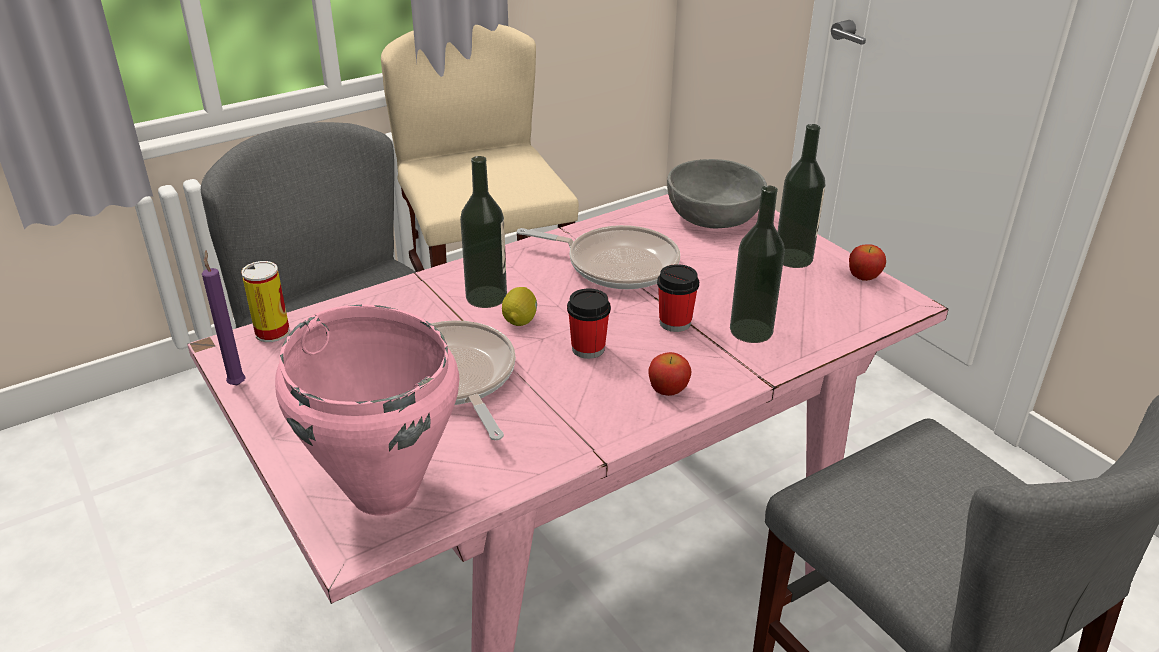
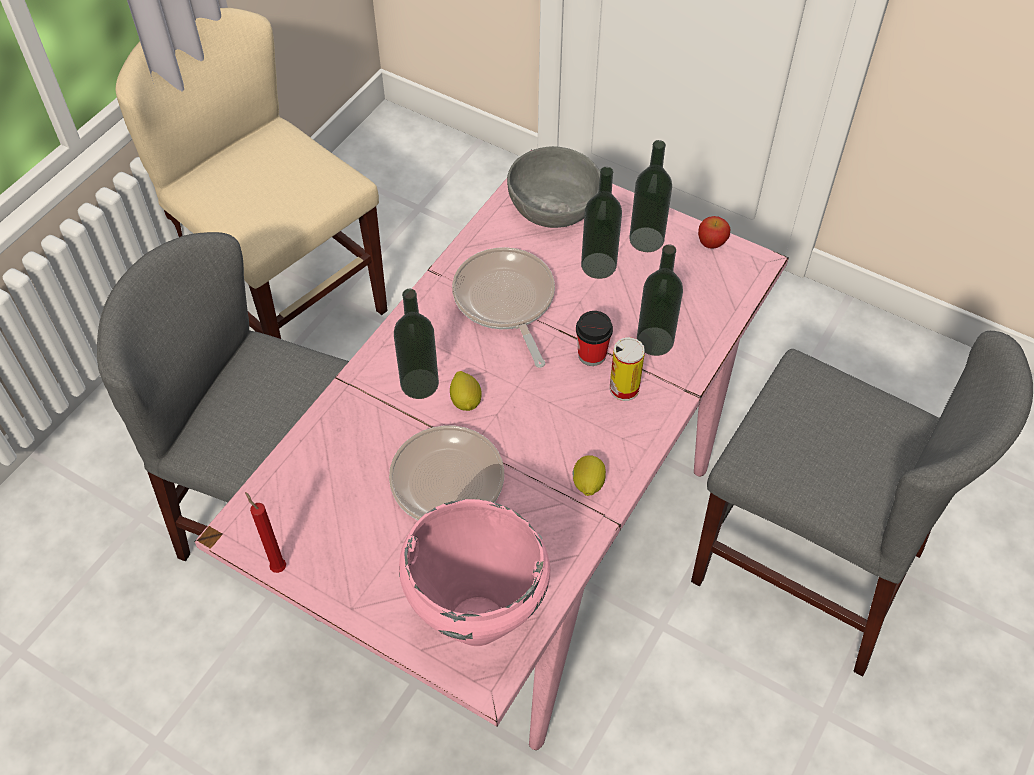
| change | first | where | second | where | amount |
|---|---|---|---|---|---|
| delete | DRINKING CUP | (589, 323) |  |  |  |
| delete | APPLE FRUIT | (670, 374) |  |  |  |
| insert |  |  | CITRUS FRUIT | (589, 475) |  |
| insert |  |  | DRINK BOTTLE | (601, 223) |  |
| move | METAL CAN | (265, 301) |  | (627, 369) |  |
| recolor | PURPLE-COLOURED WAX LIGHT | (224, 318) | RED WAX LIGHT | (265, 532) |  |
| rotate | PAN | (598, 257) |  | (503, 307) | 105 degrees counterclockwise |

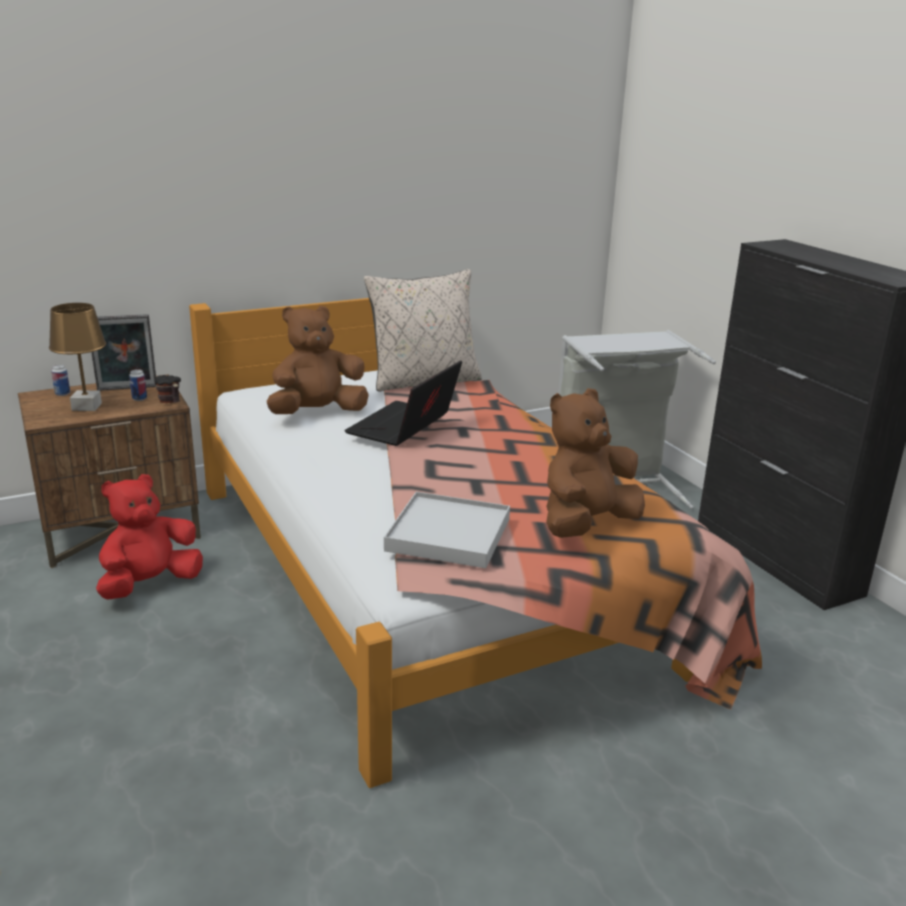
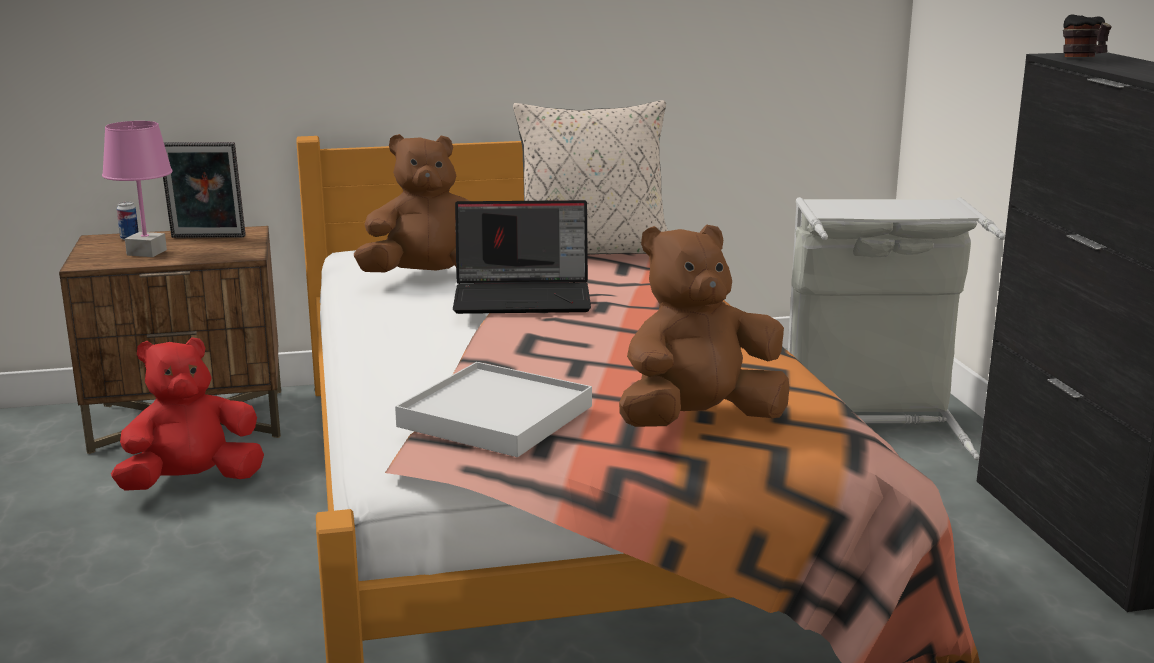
| change | first | where | second | where | amount |
|---|---|---|---|---|---|
| delete | METAL CAN | (138, 385) |  |  |  |
| move | MUG | (168, 389) |  | (1087, 36) |  |
| recolor | BROWNISH LAMP FOR A TABLE | (77, 357) | PINK LAMP FOR A TABLE | (137, 189) |  |
| rotate | PORTABLE COMPUTER | (403, 403) |  | (522, 257) | 135 degrees counterclockwise |

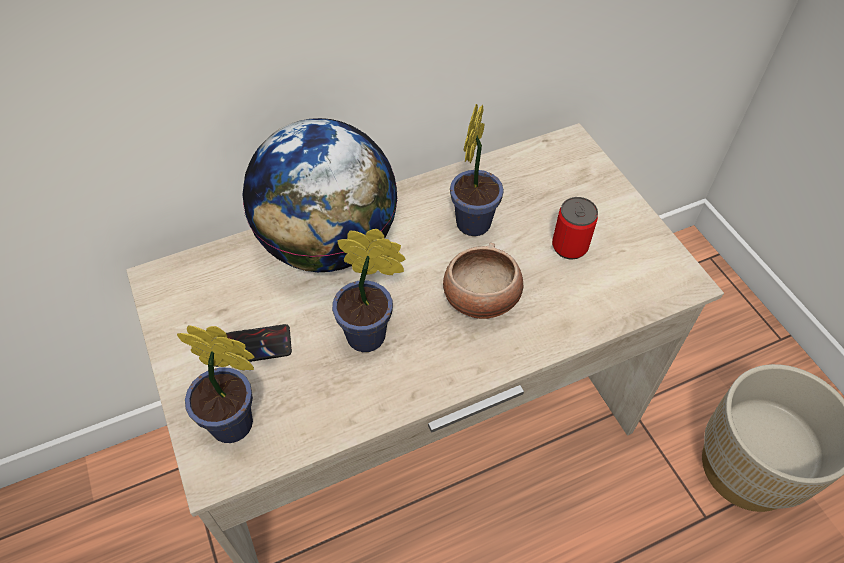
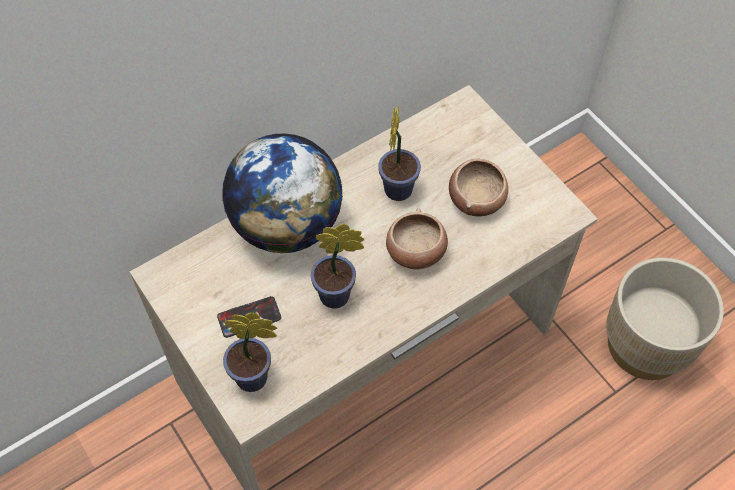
| change | first | where | second | where | amount |
|---|---|---|---|---|---|
| replace | METAL CAN | (575, 228) | SERVING BOWL | (478, 188) |  |

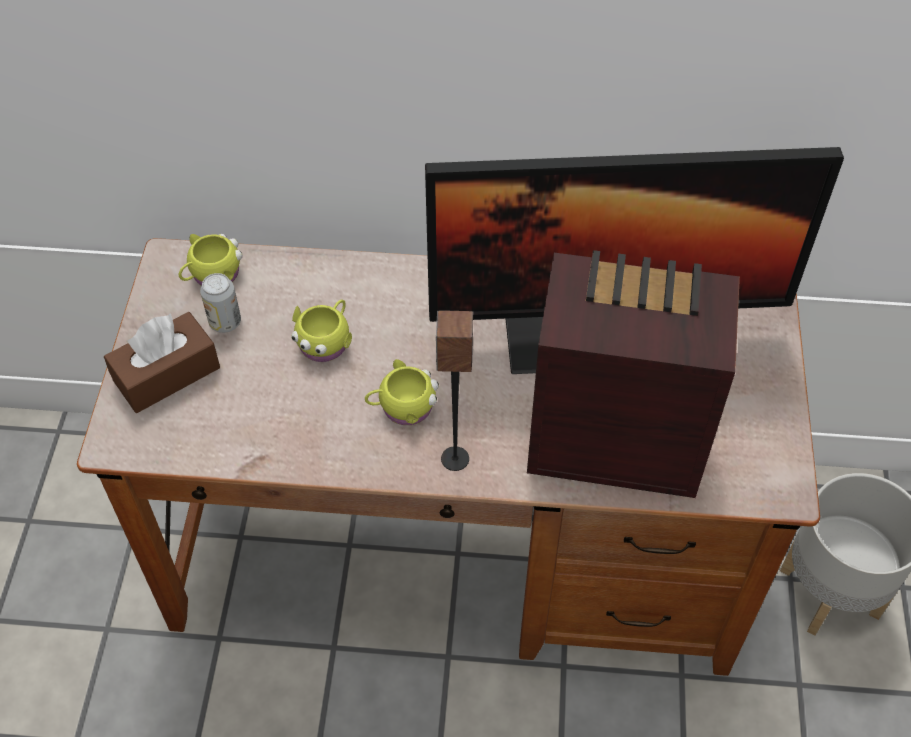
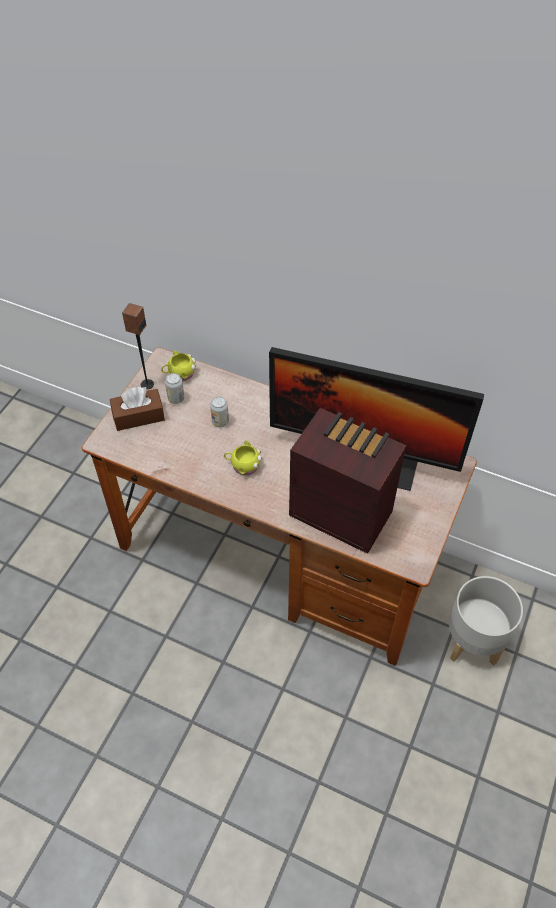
| change | first | where | second | where | amount |
|---|---|---|---|---|---|
| move | AUDIO SPEAKER | (454, 390) |  | (138, 346) |  |
| replace | YELLOW MUG | (321, 331) | METAL CAN | (219, 411) |  |

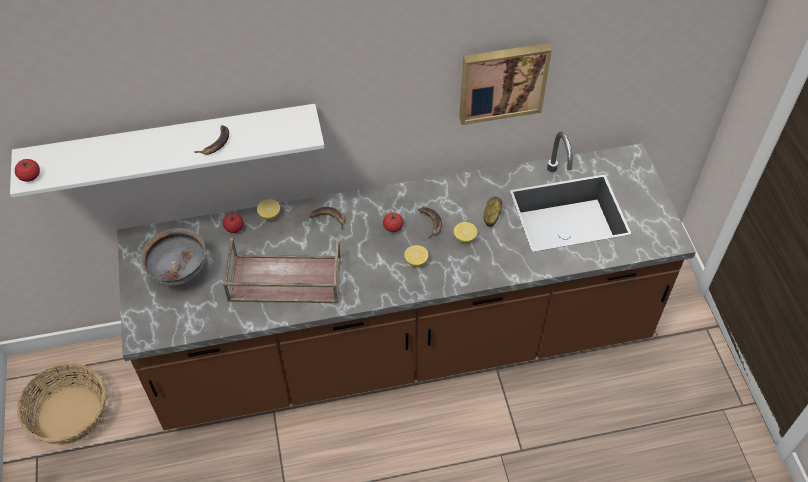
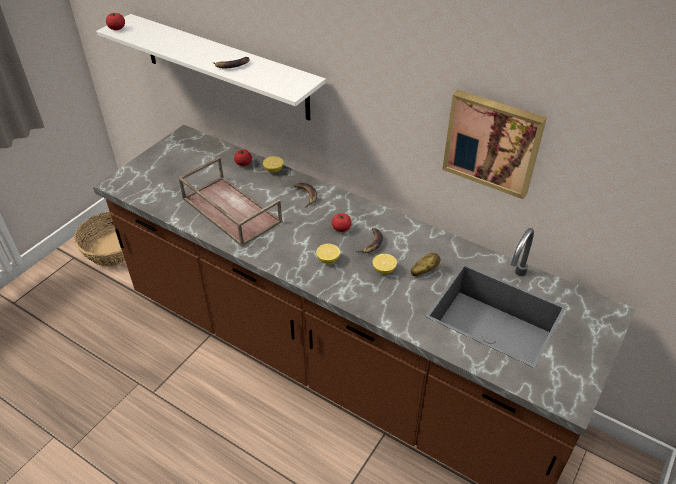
| change | first | where | second | where | amount |
|---|---|---|---|---|---|
| delete | GRAY SERVING BOWL | (173, 257) |  |  |  |

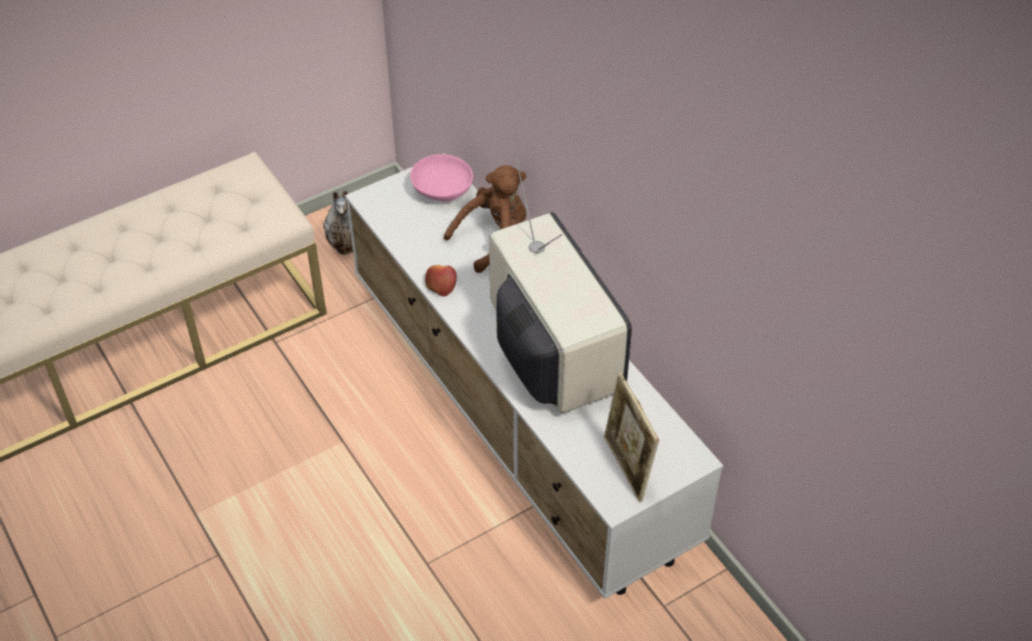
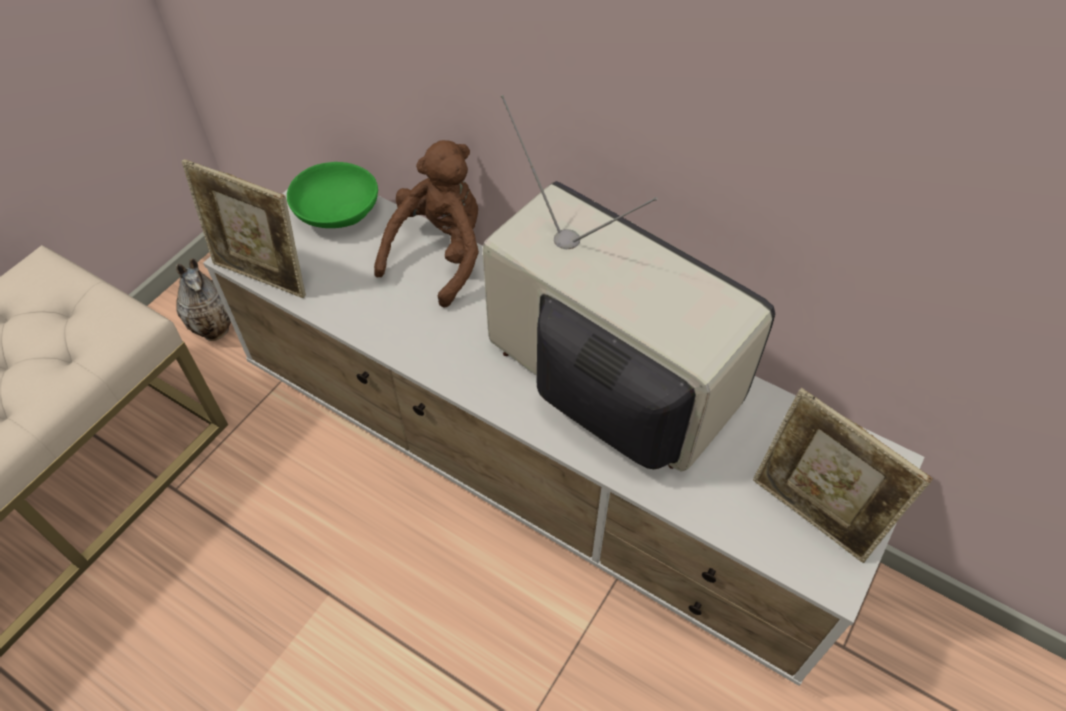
| change | first | where | second | where | amount |
|---|---|---|---|---|---|
| delete | APPLE FRUIT | (441, 281) |  |  |  |
| insert |  |  | PICTURE FRAME | (243, 228) |  |
| recolor | PINK SERVING BOWL | (441, 177) | GREEN SERVING BOWL | (332, 195) |  |

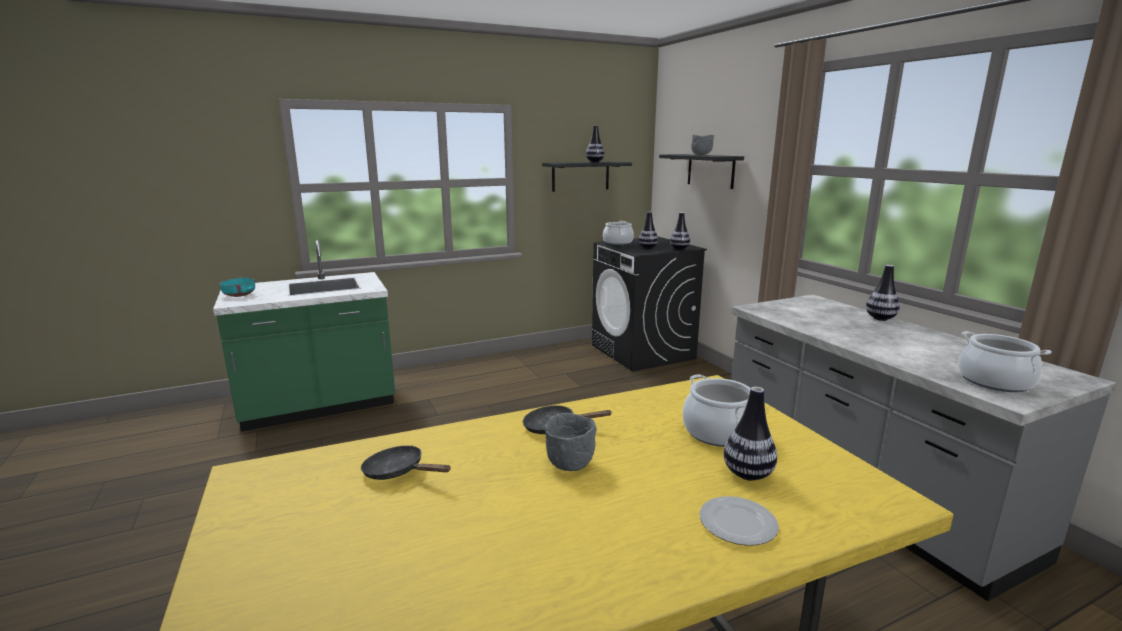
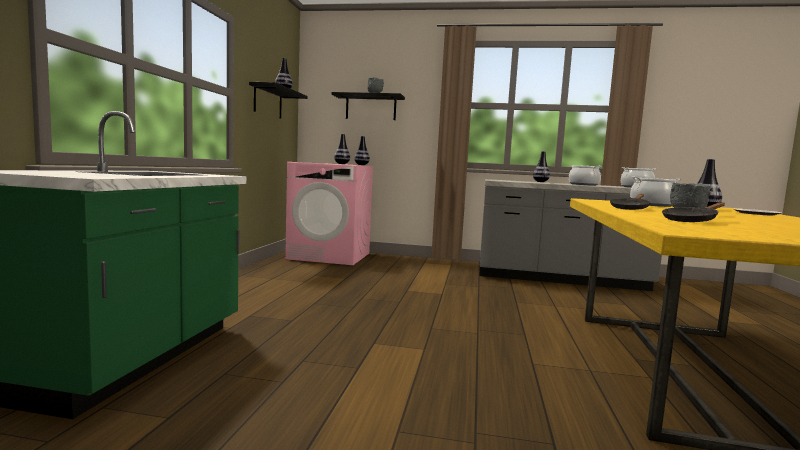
| change | first | where | second | where | amount |
|---|---|---|---|---|---|
| delete | BLUE-GREEN SERVING BOWL | (237, 287) |  |  |  |
| move | SAUCEPOT | (618, 233) |  | (585, 175) |  |
| recolor | BLACKISH LAUNDRY MACHINE | (649, 304) | PINK LAUNDRY MACHINE | (329, 213) |  |

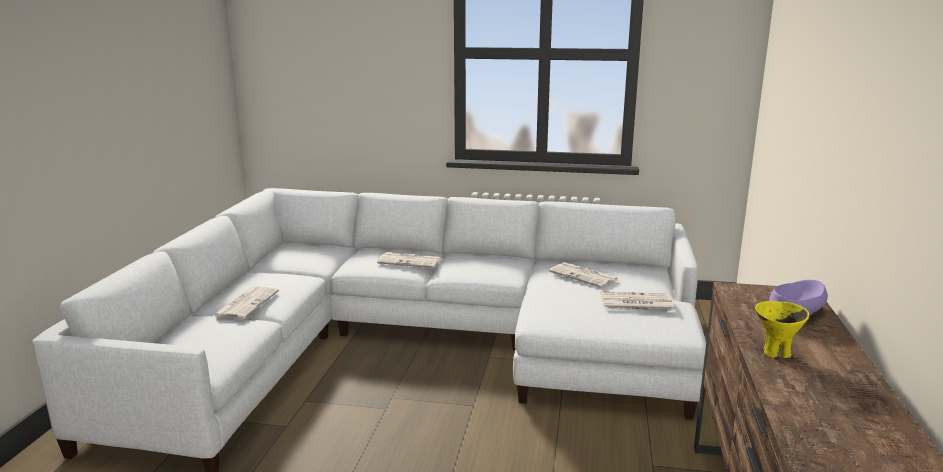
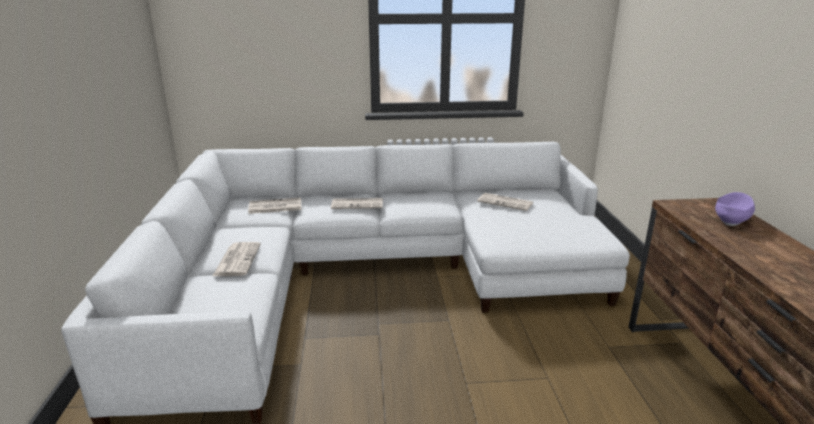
| change | first | where | second | where | amount |
|---|---|---|---|---|---|
| delete | YELLOW SERVING BOWL | (782, 329) |  |  |  |
| move | NEWSPAPER | (637, 301) |  | (275, 205) |  |

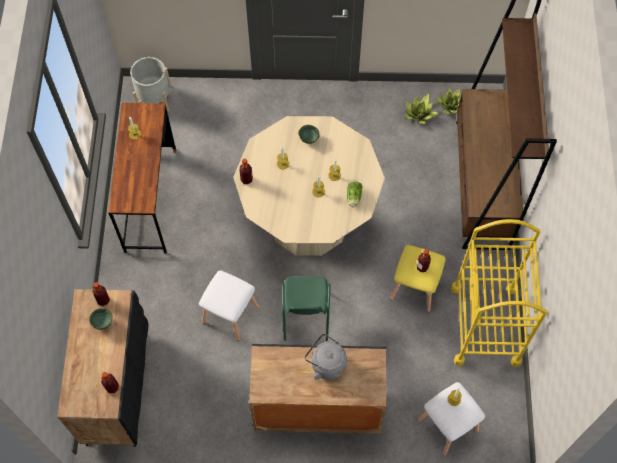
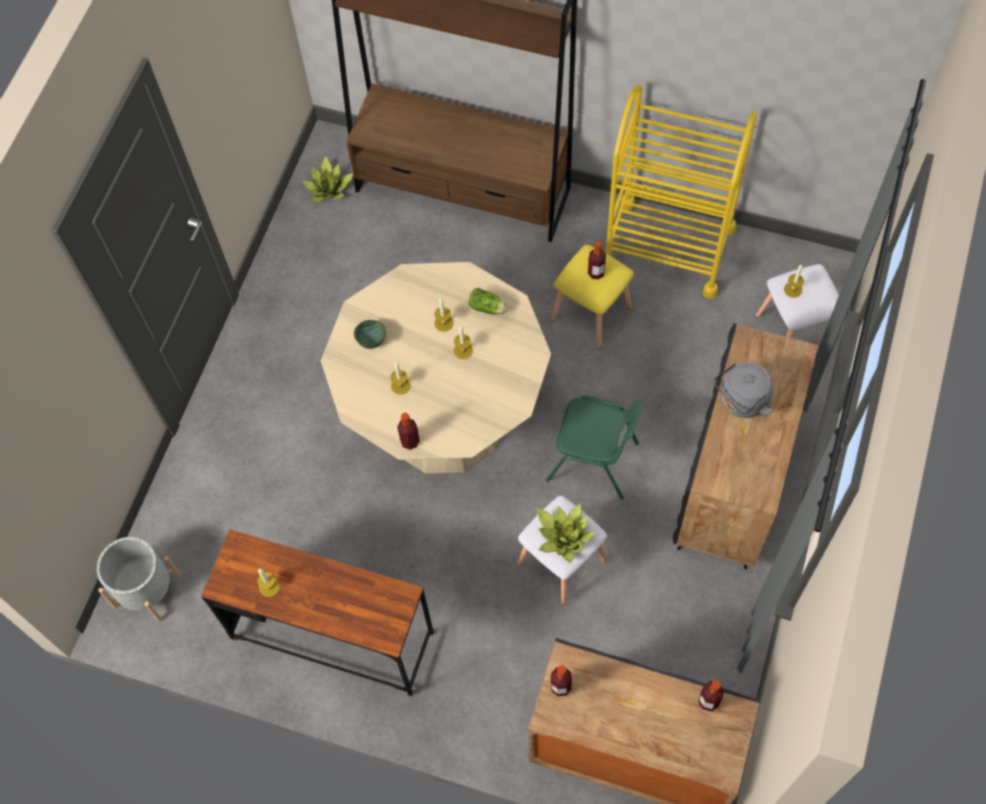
| change | first | where | second | where | amount |
|---|---|---|---|---|---|
| delete | GREEN SERVING BOWL | (101, 319) |  |  |  |
| move | POTTED PLANT | (421, 109) |  | (566, 533) |  |

